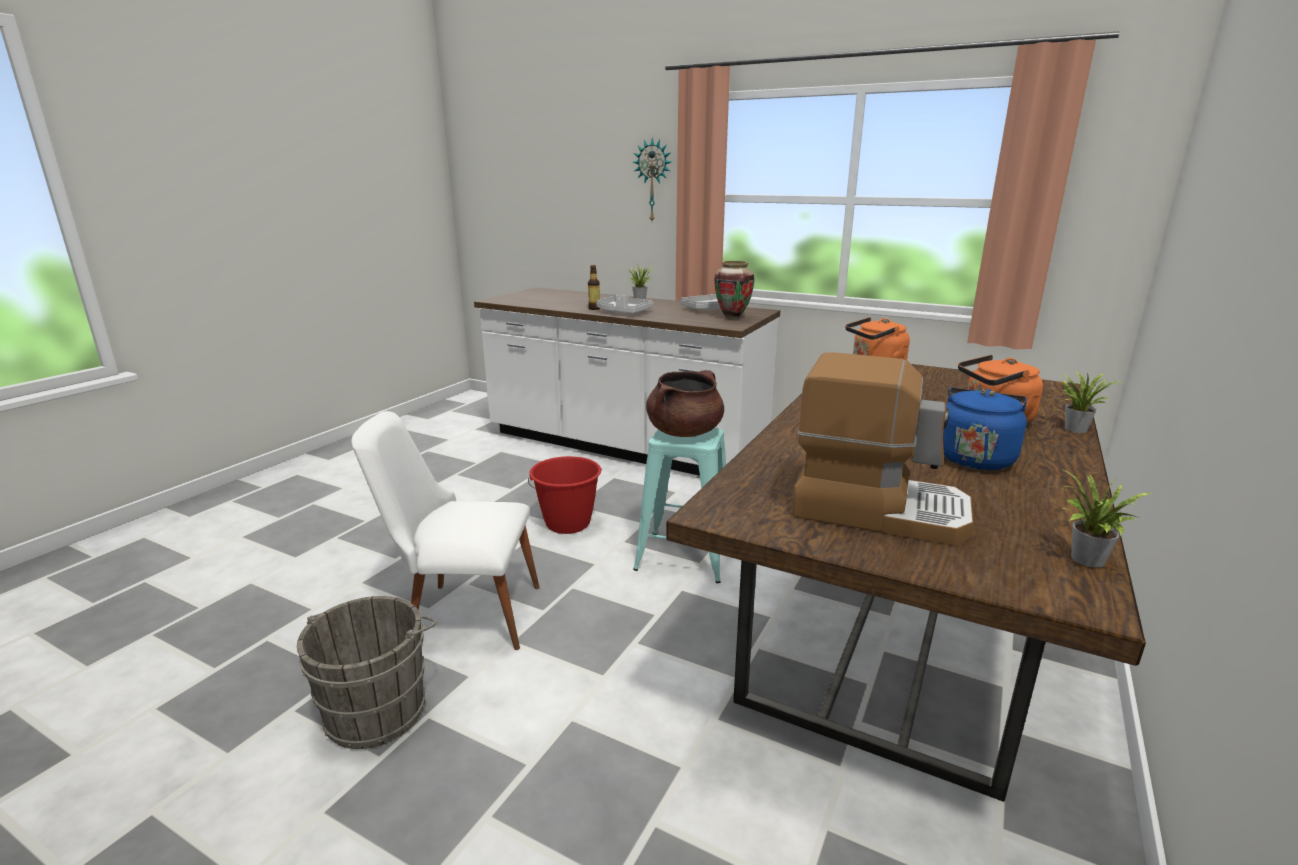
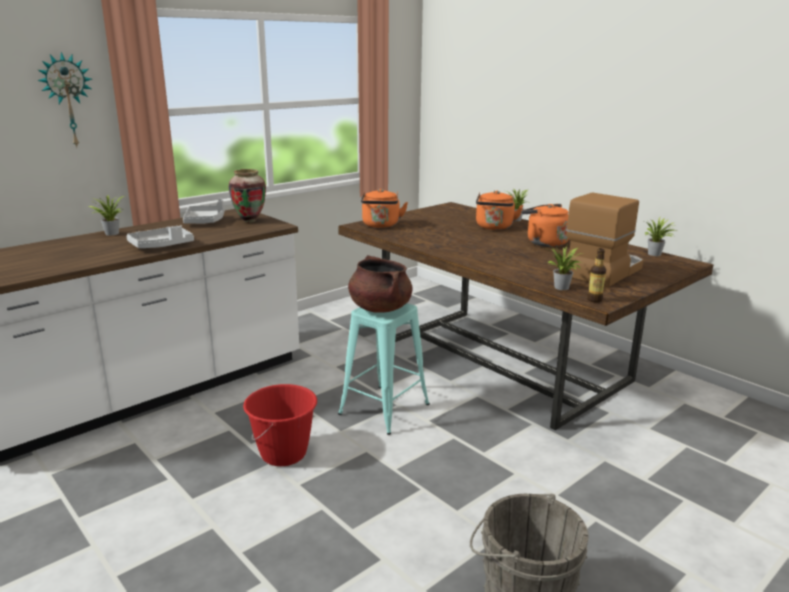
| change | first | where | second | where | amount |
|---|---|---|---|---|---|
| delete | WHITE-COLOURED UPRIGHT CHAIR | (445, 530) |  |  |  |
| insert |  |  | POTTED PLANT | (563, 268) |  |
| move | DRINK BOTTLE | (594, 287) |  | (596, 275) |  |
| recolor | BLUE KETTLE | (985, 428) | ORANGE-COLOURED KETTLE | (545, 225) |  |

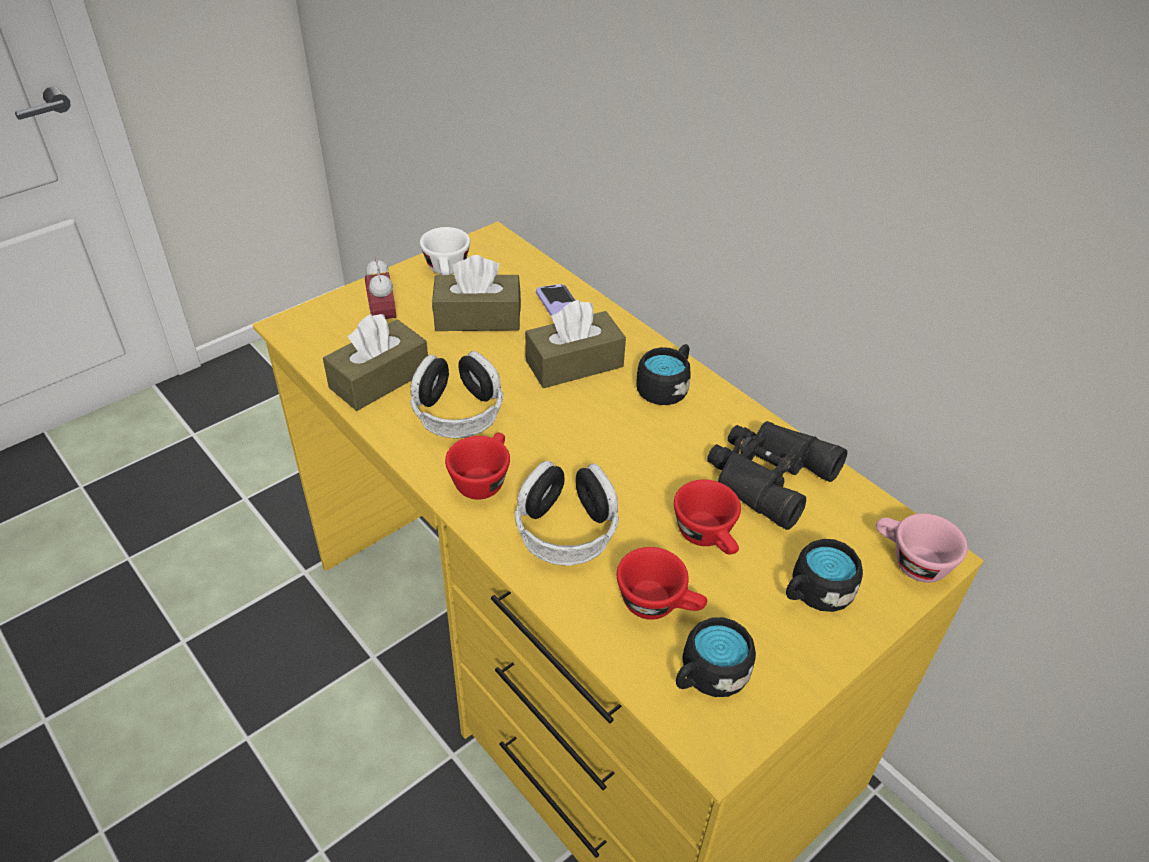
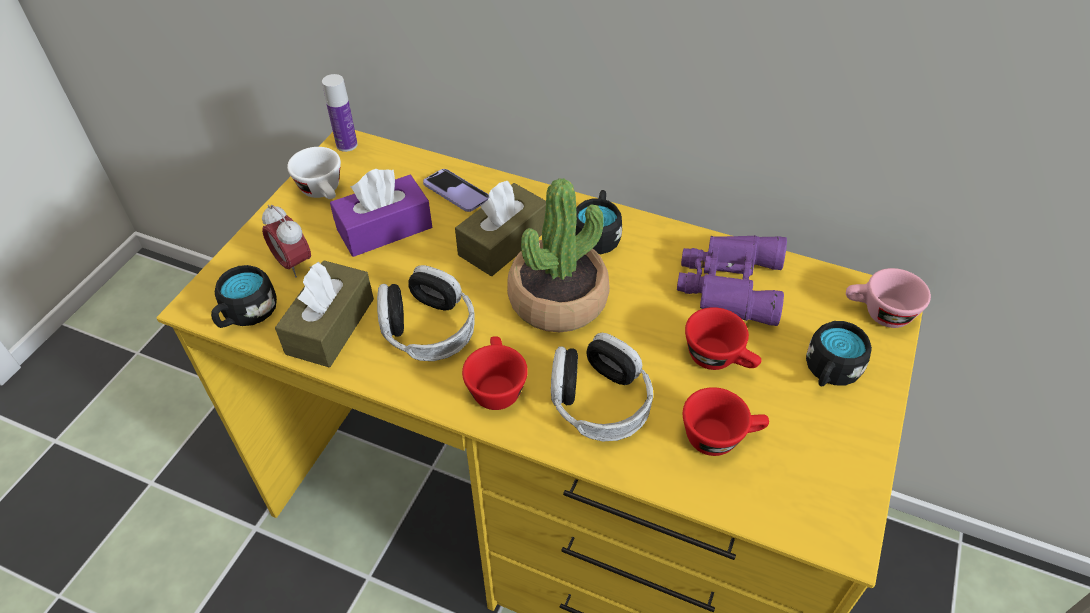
| change | first | where | second | where | amount |
|---|---|---|---|---|---|
| insert |  |  | DRINK BOTTLE | (340, 113) |  |
| insert |  |  | POTTED PLANT | (558, 255) |  |
| move | BLACKISH MUG | (716, 657) |  | (244, 296) |  |
| recolor | BROWNISH TISSUE HOLDER | (476, 293) | PURPLE-COLOURED TISSUE HOLDER | (381, 213) |  |
| recolor | BLACKISH BINOCULARS | (777, 475) | PURPLE-COLOURED BINOCULARS | (732, 280) |  |

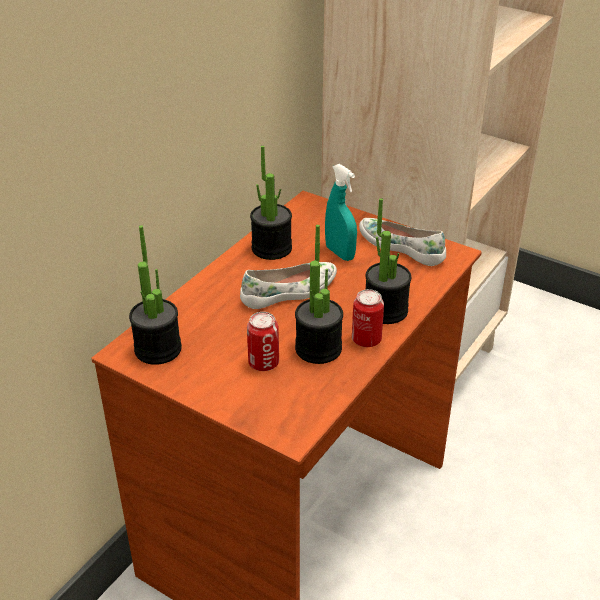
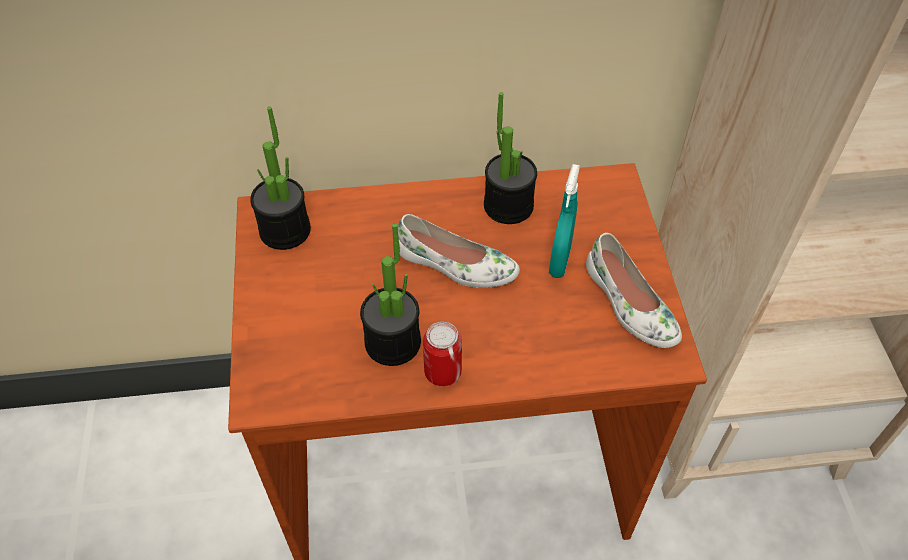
| change | first | where | second | where | amount |
|---|---|---|---|---|---|
| delete | METAL CAN | (263, 341) |  |  |  |
| delete | POTTED PLANT | (388, 261) |  |  |  |
| rotate | WHITE-COLOURED ITEM OF FOOTWEAR | (402, 242) |  | (634, 290) | 150 degrees clockwise |

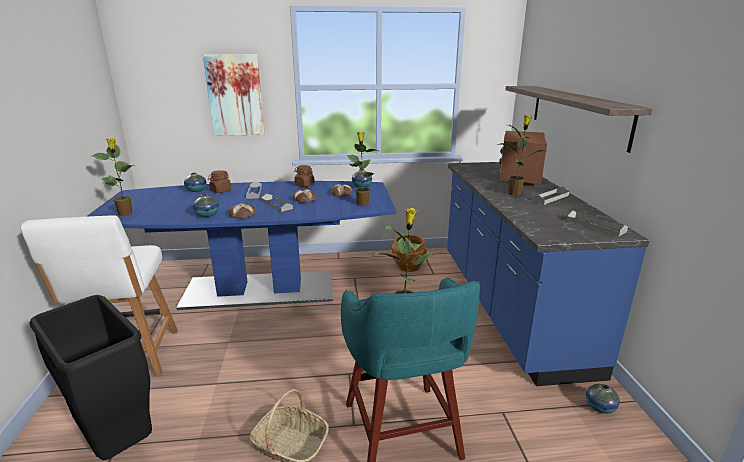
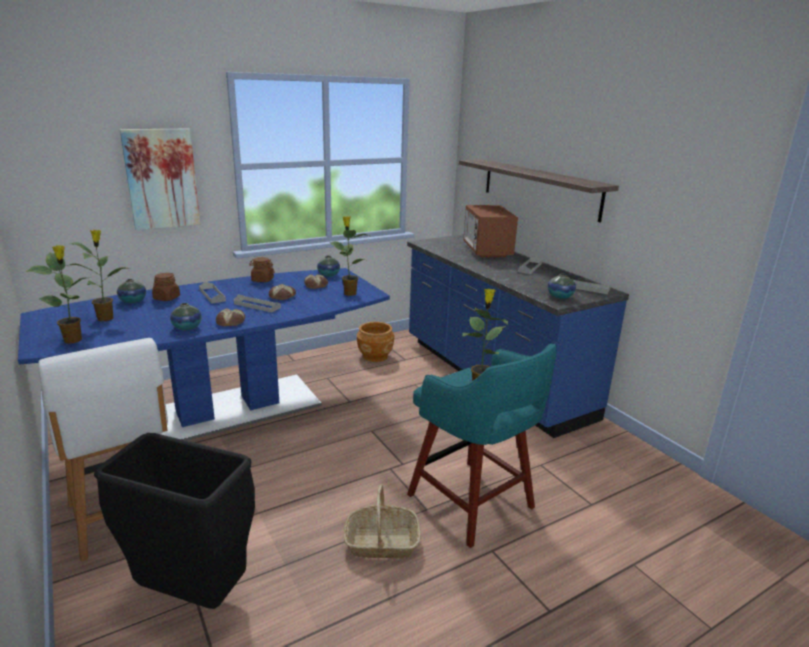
| change | first | where | second | where | amount |
|---|---|---|---|---|---|
| move | POTTED PLANT | (520, 155) |  | (98, 275) |  |
| move | DECORATIVE VASE | (603, 399) |  | (562, 286) |  |

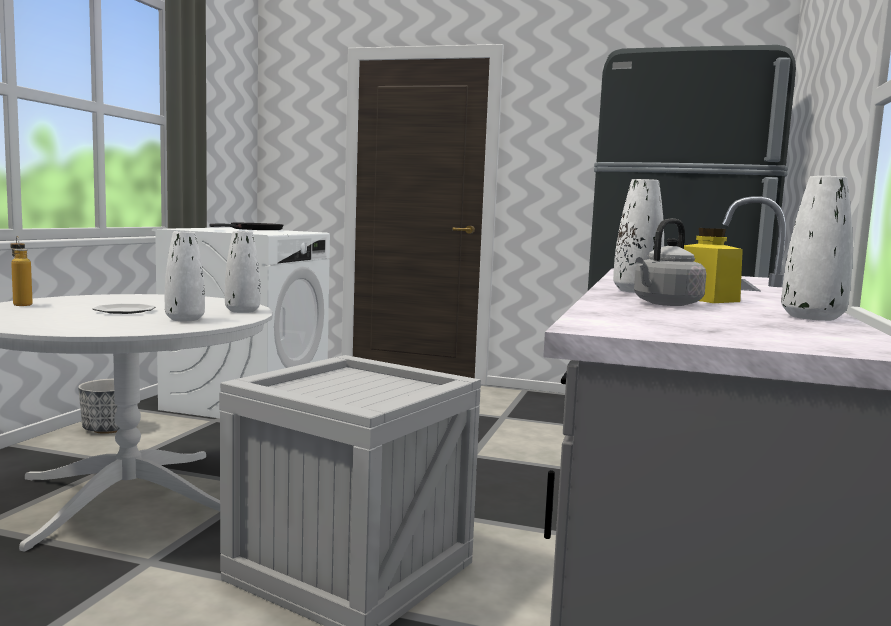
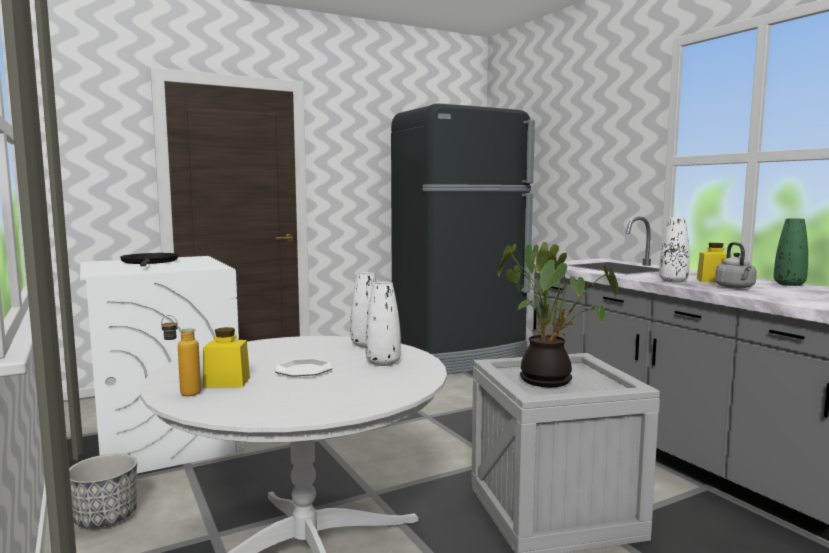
| change | first | where | second | where | amount |
|---|---|---|---|---|---|
| insert |  |  | YELLOW PRESERVE JAR | (226, 357) |  |
| insert |  |  | POTTED PLANT | (557, 314) |  |
| recolor | WHITE-COLOURED DECORATIVE VASE | (817, 248) | GREEN DECORATIVE VASE | (791, 252) |  |

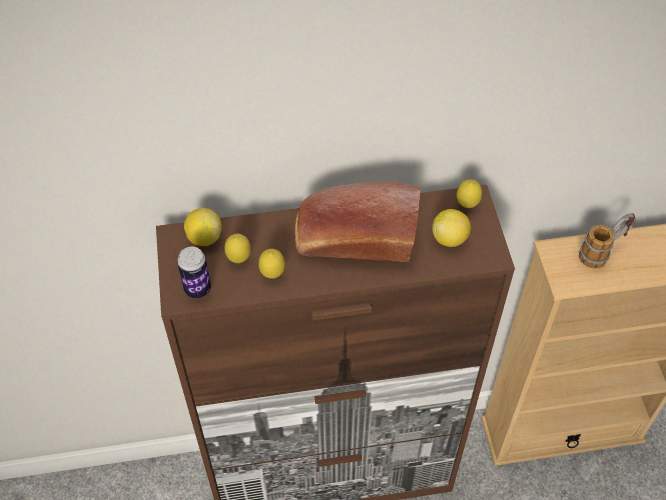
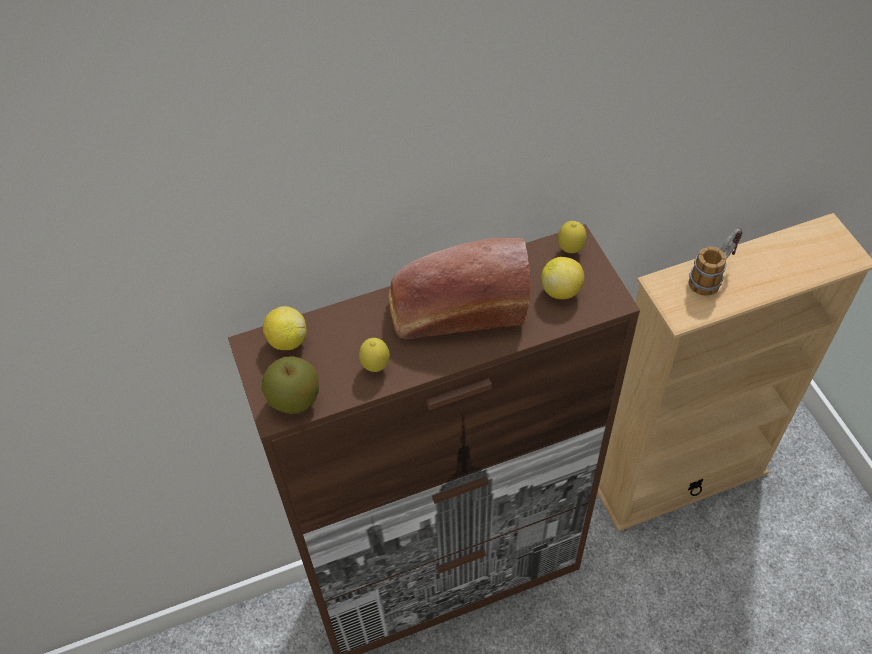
| change | first | where | second | where | amount |
|---|---|---|---|---|---|
| delete | CITRUS FRUIT | (237, 248) |  |  |  |
| replace | METAL CAN | (194, 272) | APPLE FRUIT | (290, 385) |  |

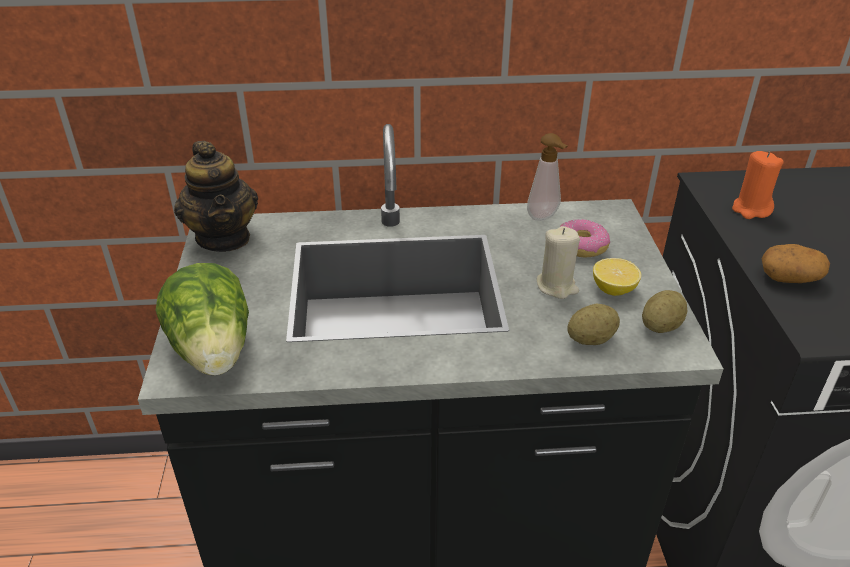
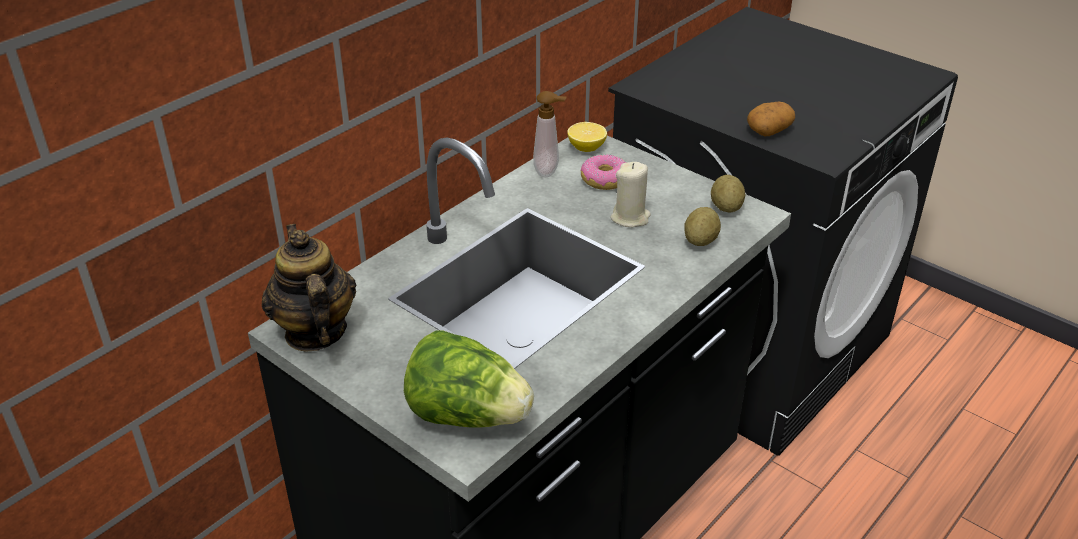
| change | first | where | second | where | amount |
|---|---|---|---|---|---|
| delete | ORANGE-COLOURED WAX LIGHT | (757, 185) |  |  |  |
| move | CITRUS FRUIT | (617, 277) |  | (587, 137) |  |
| rotate | POT FOR TEA | (216, 196) |  | (309, 287) | 135 degrees counterclockwise |

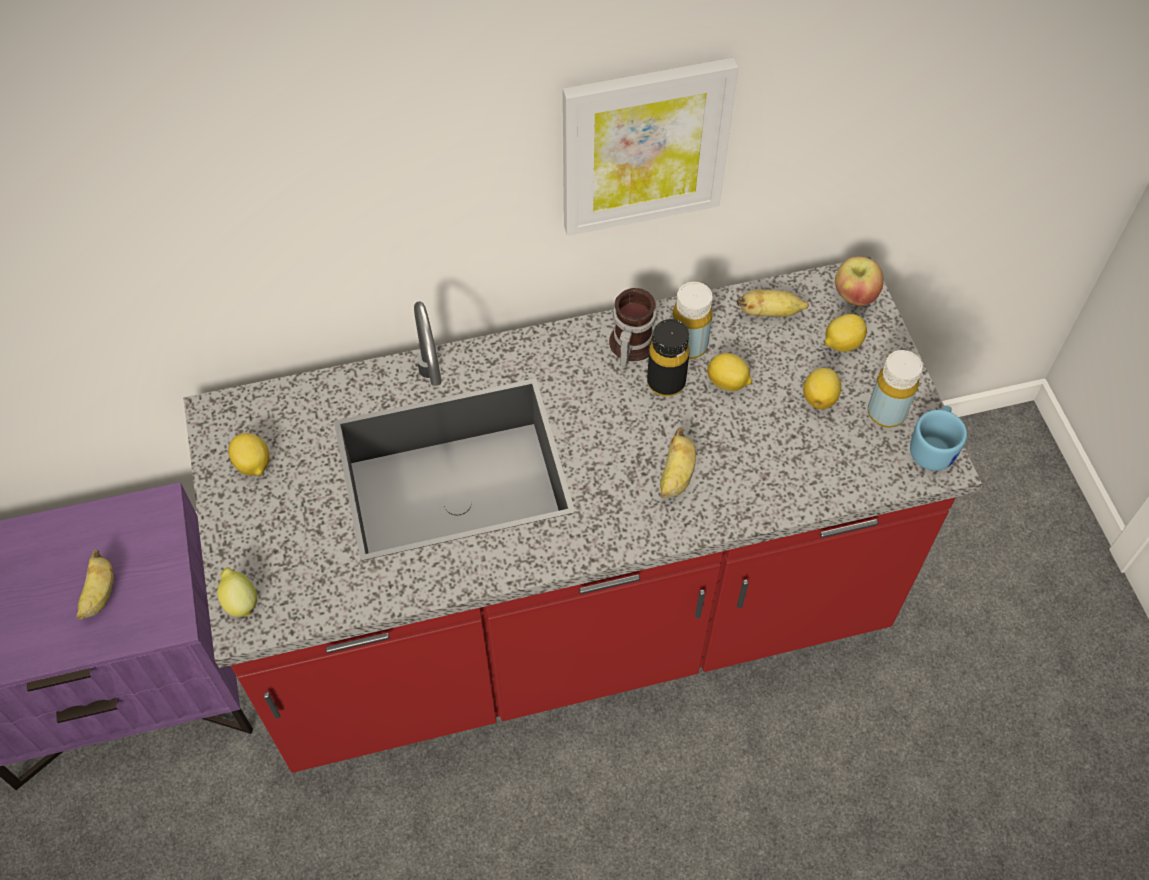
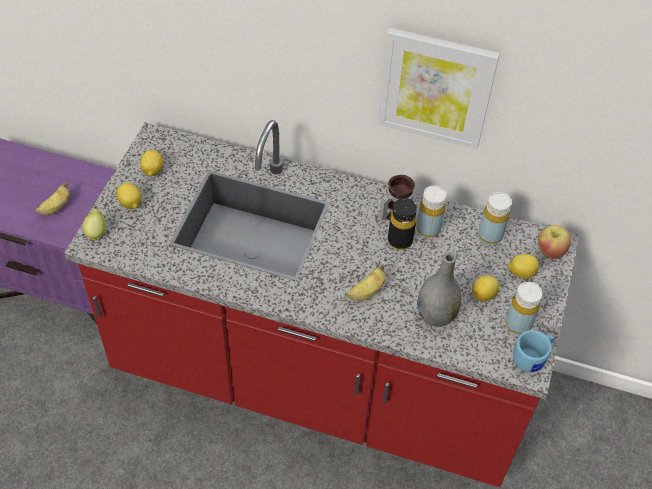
| change | first | where | second | where | amount |
|---|---|---|---|---|---|
| insert |  |  | GRAY DECORATIVE VASE | (439, 290) |  |
| move | CITRUS FRUIT | (729, 372) |  | (129, 196) |  |
| replace | BANANA | (773, 303) | YELLOW DRINK BOTTLE | (495, 218) |  |

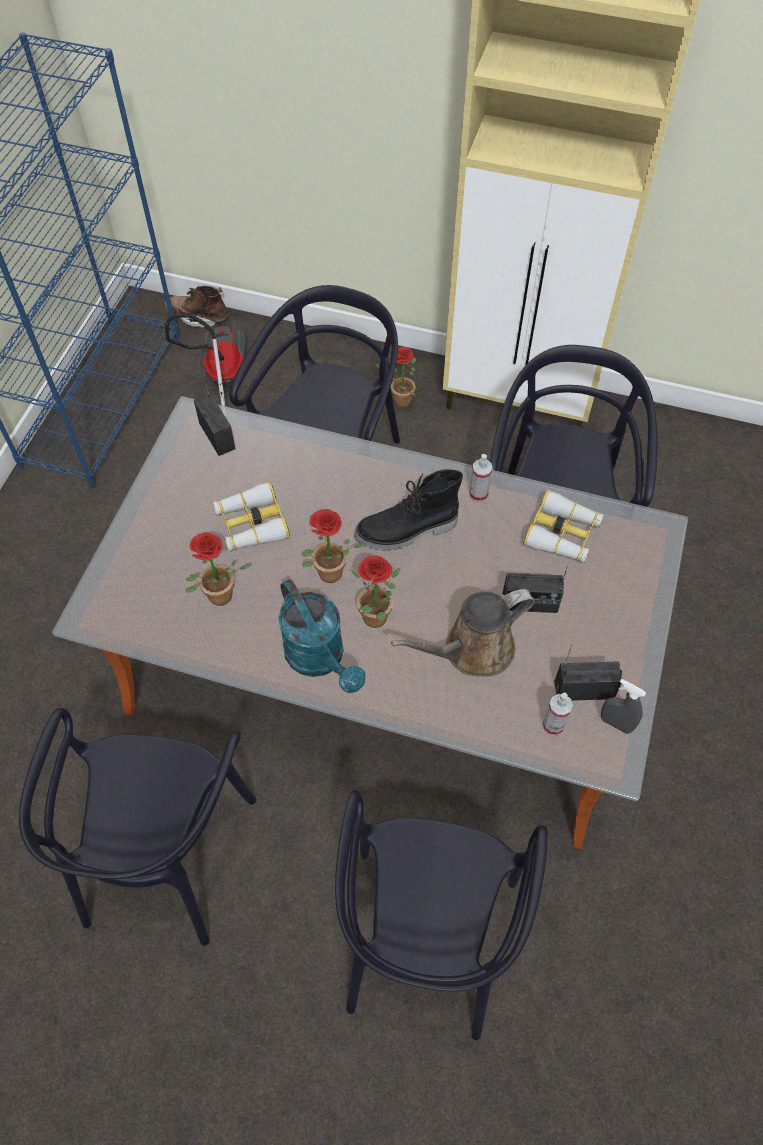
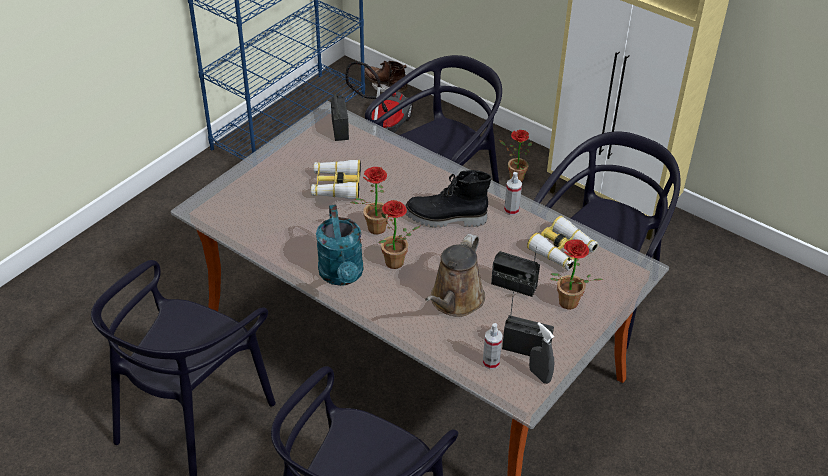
| change | first | where | second | where | amount |
|---|---|---|---|---|---|
| move | POTTED PLANT | (218, 569) |  | (576, 274) |  |
| rotate | BROWNISH WATERING POT | (463, 633) |  | (455, 275) | 60 degrees counterclockwise |

